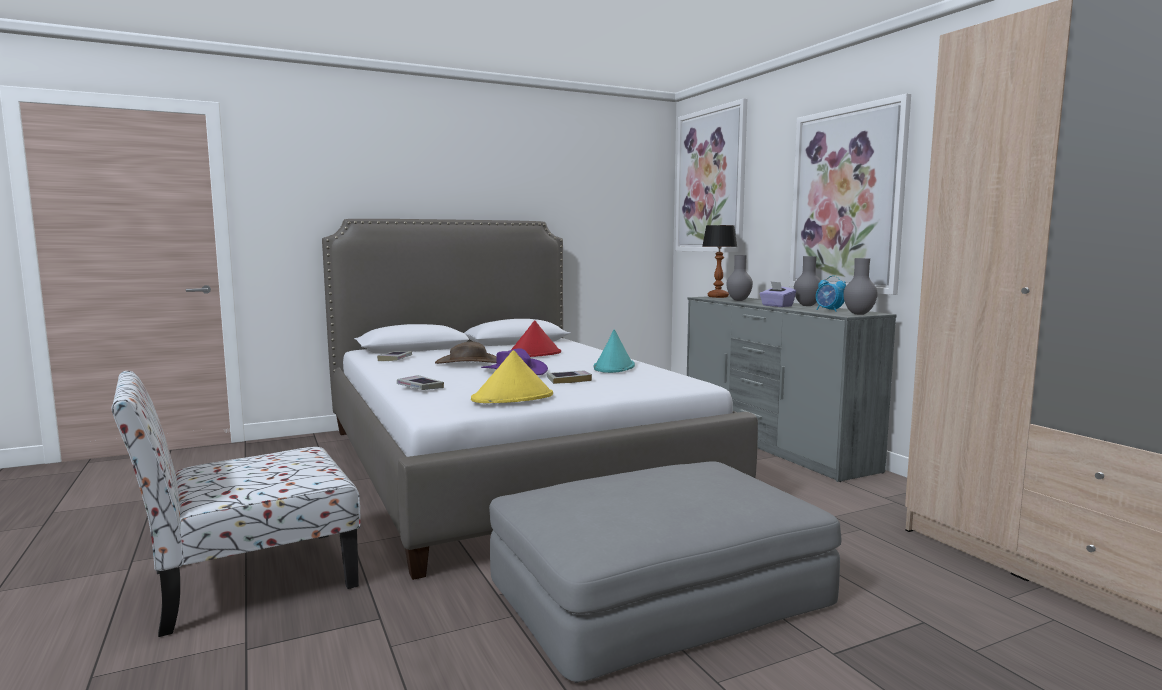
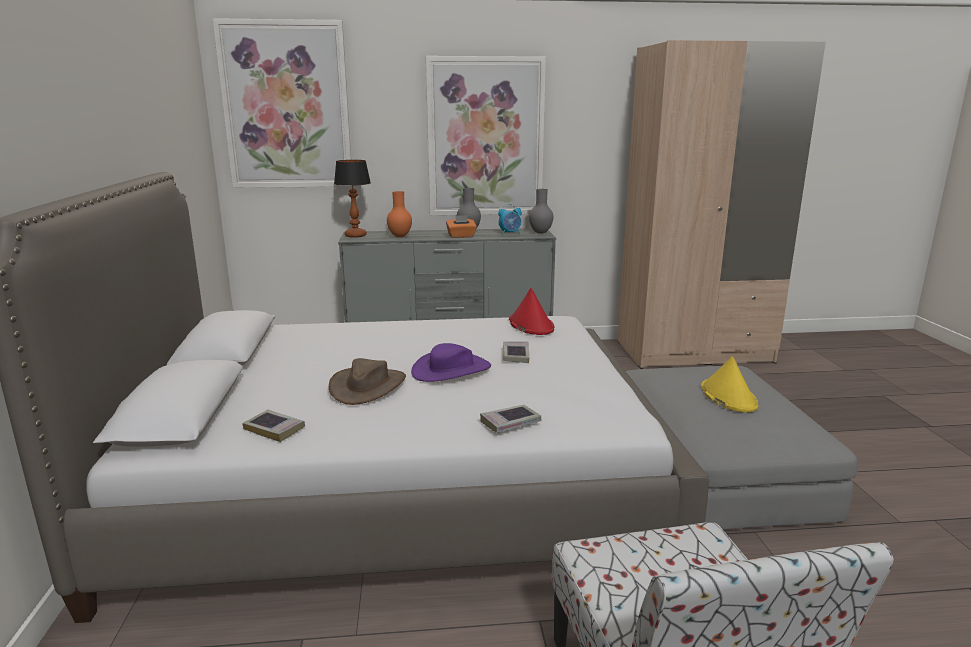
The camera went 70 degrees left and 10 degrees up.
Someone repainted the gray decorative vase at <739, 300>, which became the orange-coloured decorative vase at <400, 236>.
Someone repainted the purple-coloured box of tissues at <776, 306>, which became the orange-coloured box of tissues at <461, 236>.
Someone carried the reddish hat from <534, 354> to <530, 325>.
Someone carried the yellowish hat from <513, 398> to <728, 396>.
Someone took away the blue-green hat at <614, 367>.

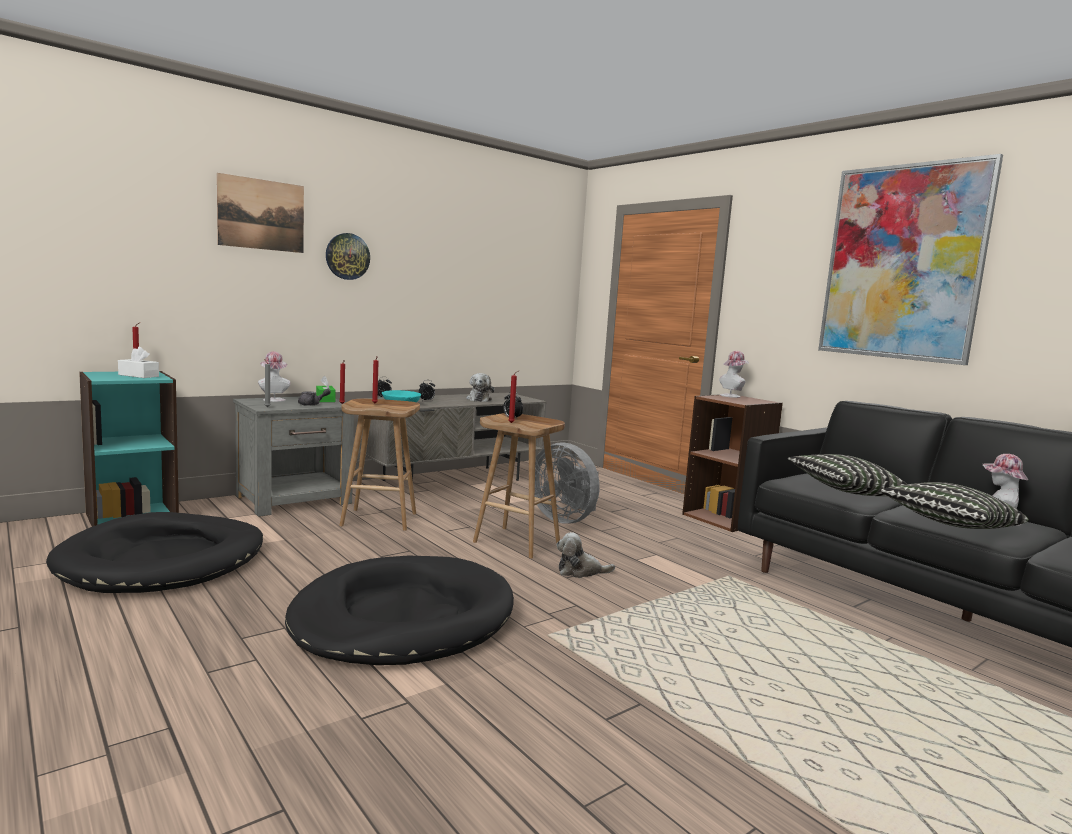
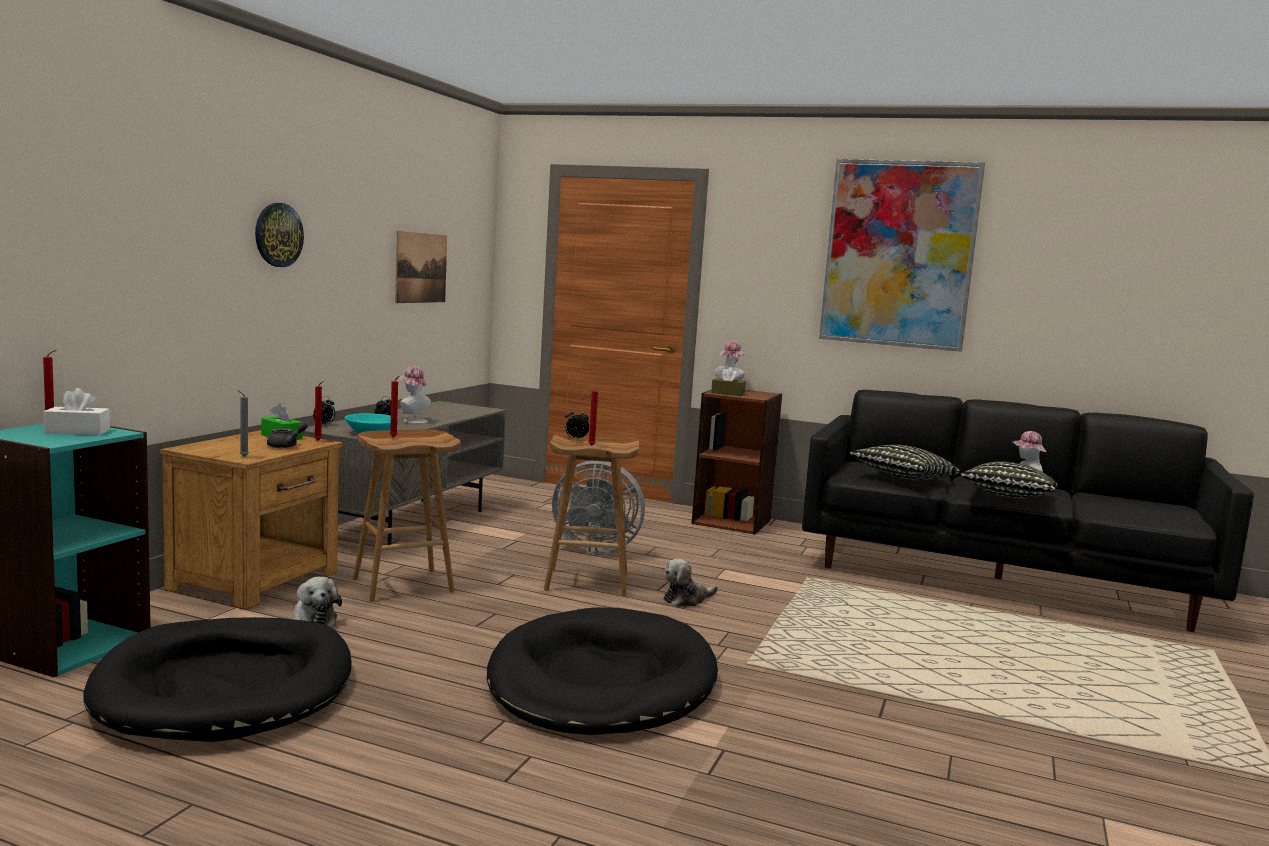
The camera went 30 degrees left and 0 degrees up.
Someone repainted the gray night table at <296, 500>, which became the brown-coloured night table at <257, 580>.
Someone carried the soft toy from <479, 399> to <313, 620>.
Someone carried the wall picture from <261, 214> to <421, 268>.
Someone carried the hat from <273, 399> to <412, 421>.
Someone put down the brown-coloured box of tissues at <728, 393>.

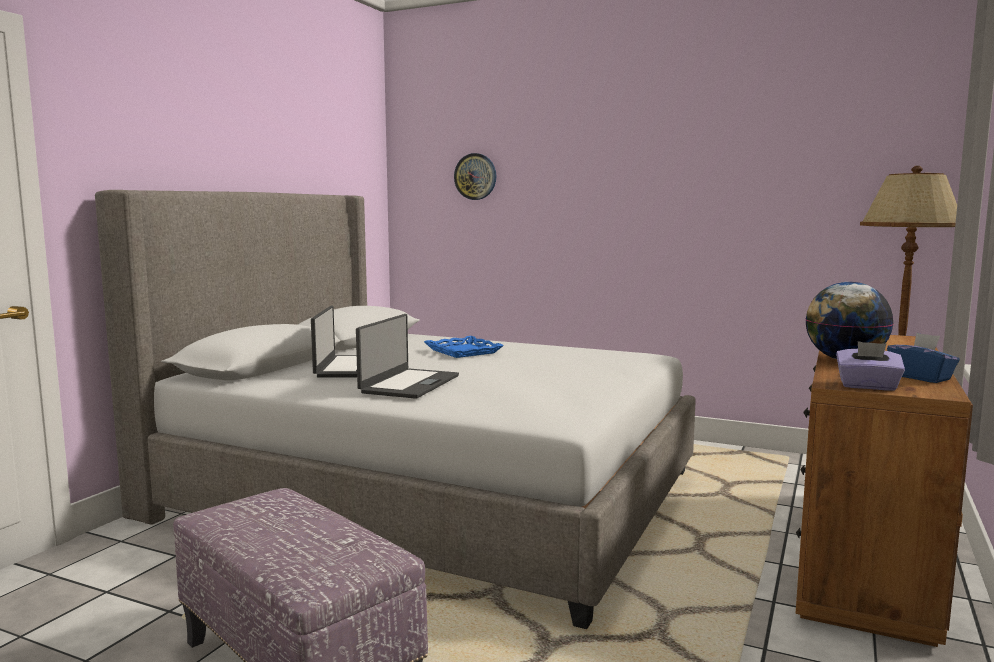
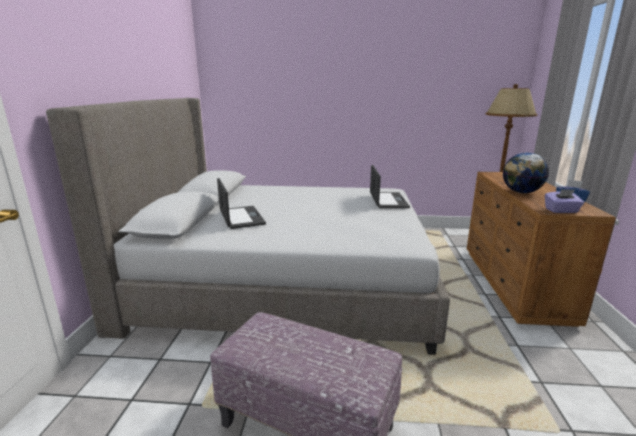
The camera went 20 degrees left and 10 degrees up.
Someone carried the portable computer from <409, 384> to <387, 201>.
Someone took away the bluish serving tray at <463, 351>.
Someone took away the clock on the wall at <475, 176>.

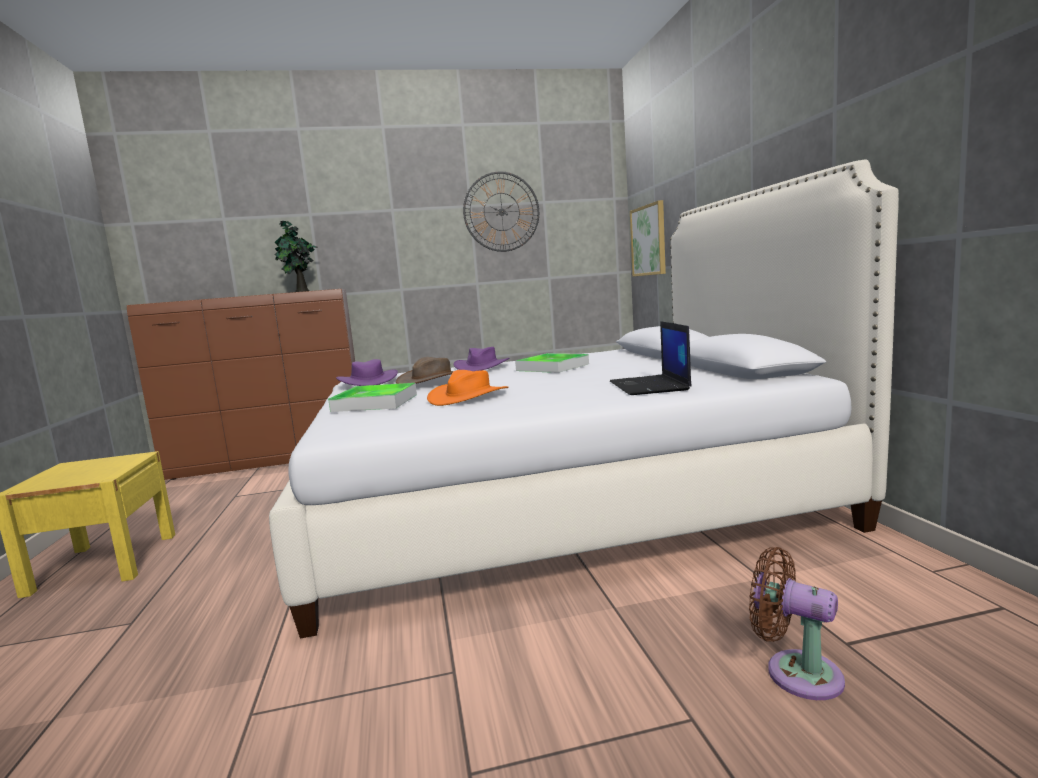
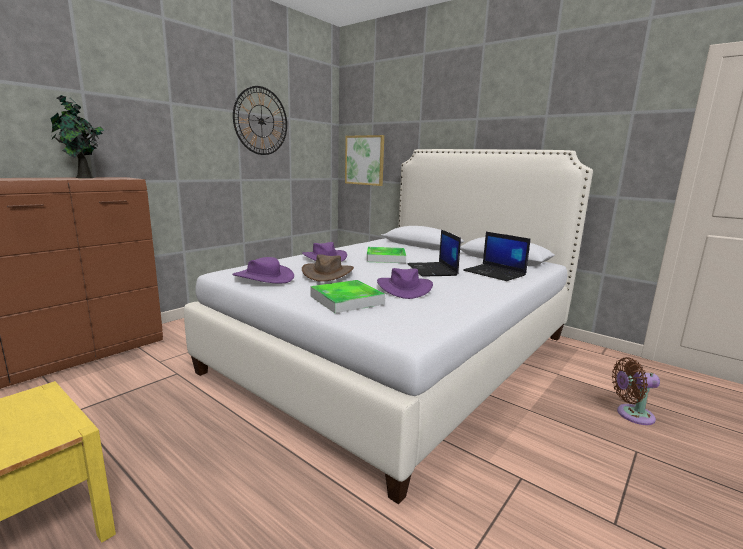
The camera went 40 degrees left and 5 degrees up.
Someone repainted the orange-coloured hat at <468, 396>, which became the purple-coloured hat at <404, 288>.
Someone put down the portable computer at <432, 270>.

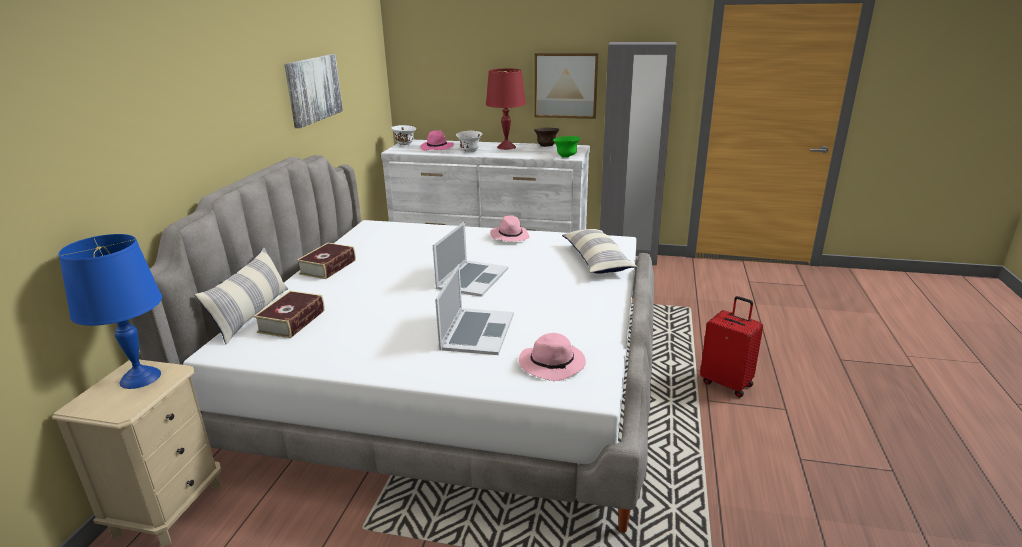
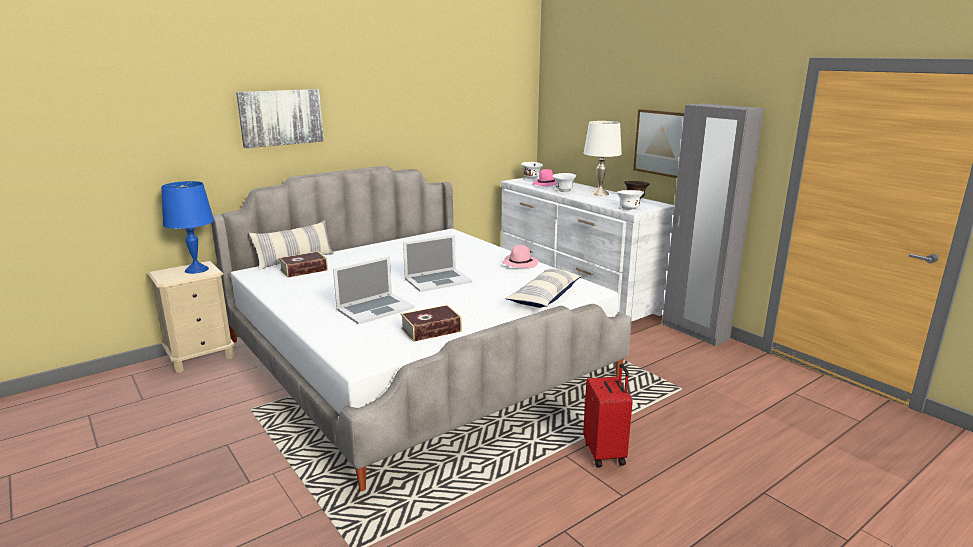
The camera went 40 degrees right and 5 degrees down.
Someone carried the wall picture from <313, 89> to <281, 117>.
Someone carried the volume from <328, 267> to <431, 330>.
Someone repainted the reddish lamp for a table at <506, 147>, which became the white-coloured lamp for a table at <599, 193>.
Someone repainted the green-coloured bowl at <566, 156>, which became the white-coloured bowl at <628, 209>.
Someone took away the pinkish hat at <553, 364>.

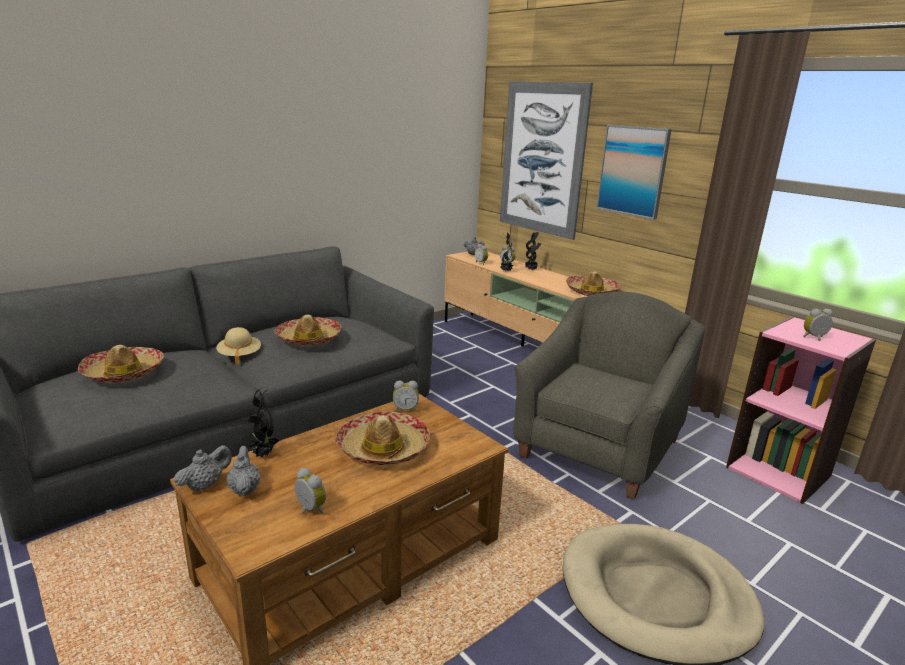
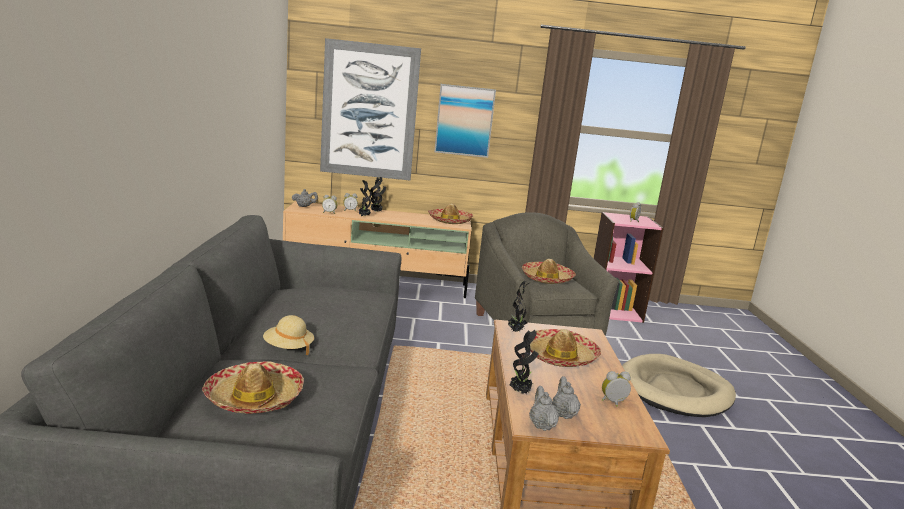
The camera went 50 degrees left and 5 degrees down.
Someone swapped the table clock at <405, 409> for the plant in a pot at <515, 331>.
Someone carried the hat from <309, 338> to <547, 279>.
Someone rotated the gray pot for tea at <244, 489> by 60 degrees clockwise.

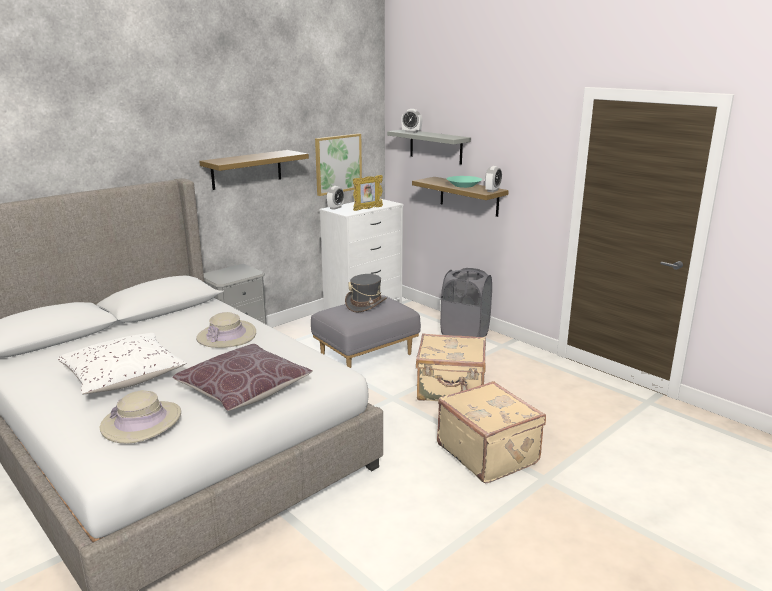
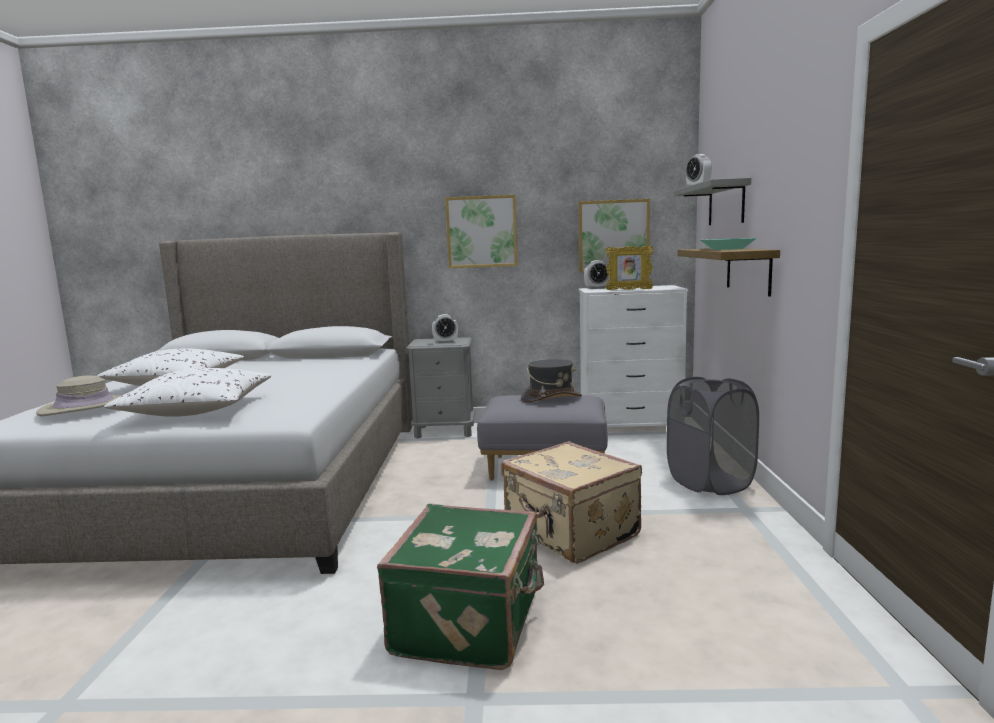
The camera went 45 degrees right and 10 degrees down.
Someone repainted the brown-coloured pillow at <244, 390>, which became the white-coloured pillow at <197, 410>.
Someone repainted the sand-coloured suitcase at <488, 453>, which became the green-coloured suitcase at <470, 622>.
Someone carried the table clock from <492, 191> to <445, 342>.
Someone swapped the shelf at <246, 169> for the wall picture at <481, 232>.
Someone took away the sand-coloured hat at <226, 336>.

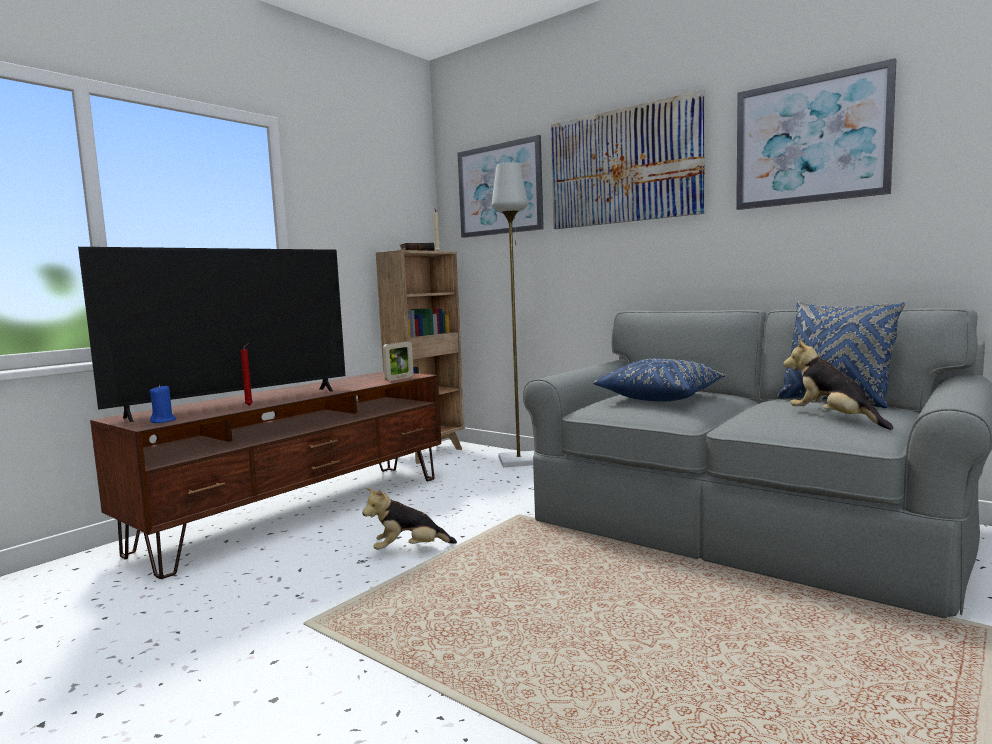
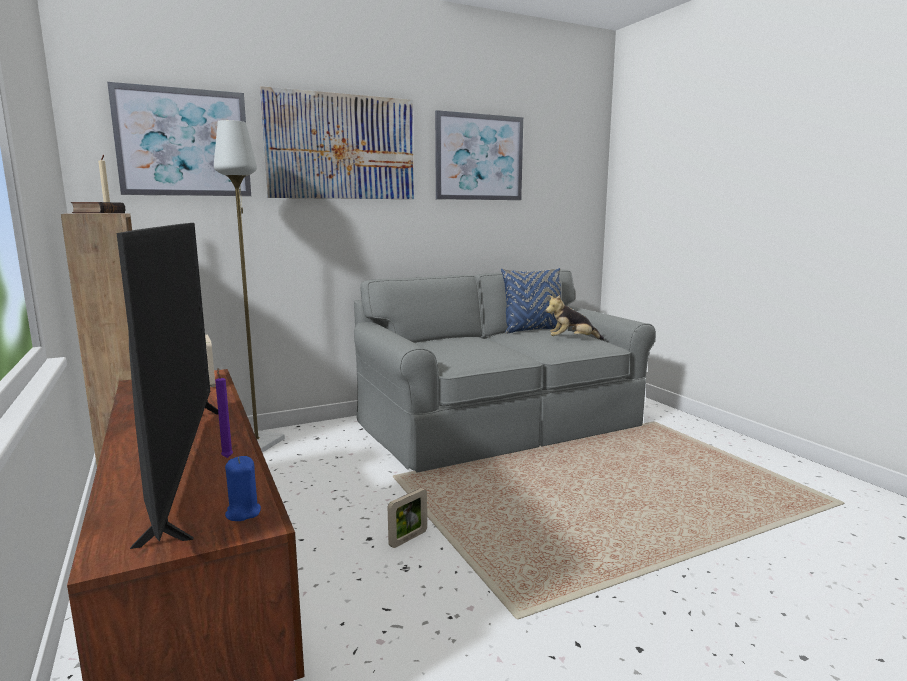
The camera went 65 degrees left and 5 degrees up.
Someone repainted the reddish wax light at <250, 405>, which became the purple-coloured wax light at <227, 457>.
Someone swapped the soft toy at <409, 550> for the picture frame at <408, 539>.
Someone took away the bluish pillow at <660, 397>.

